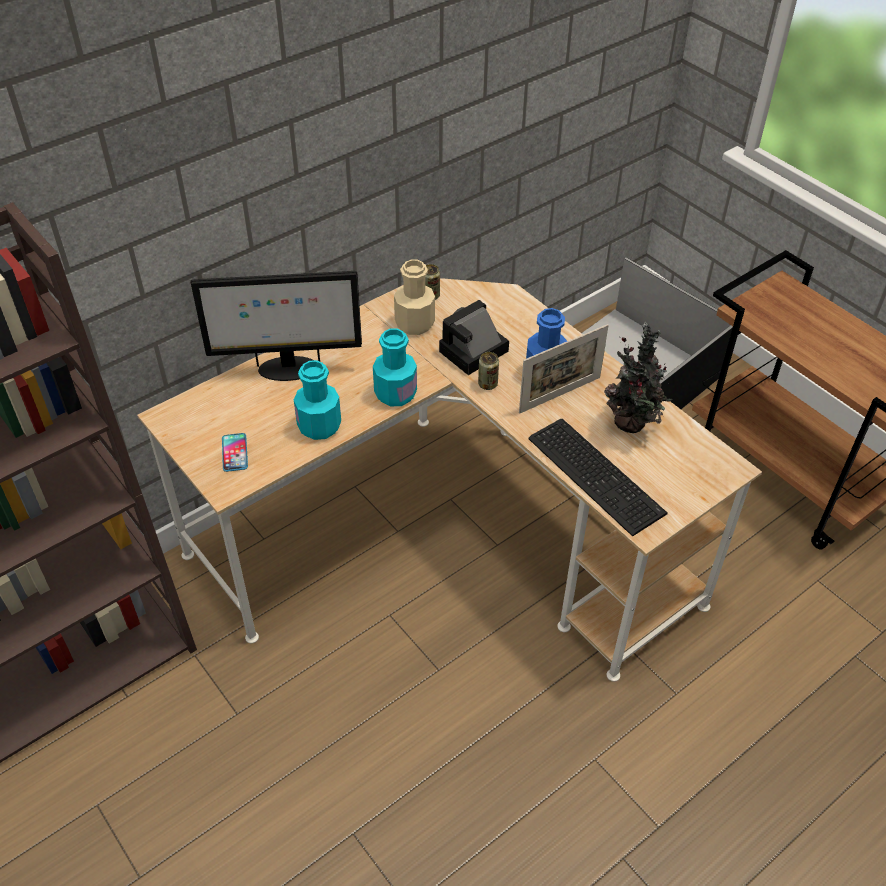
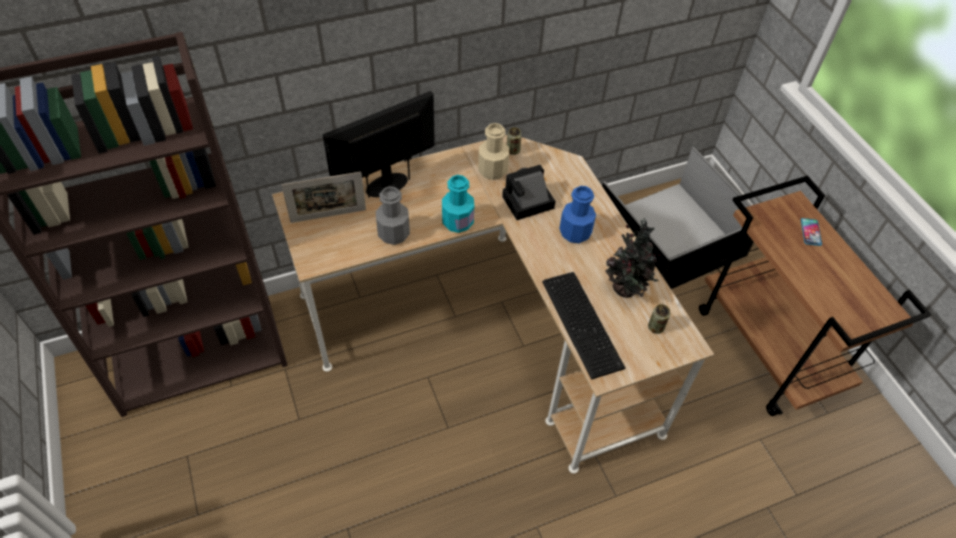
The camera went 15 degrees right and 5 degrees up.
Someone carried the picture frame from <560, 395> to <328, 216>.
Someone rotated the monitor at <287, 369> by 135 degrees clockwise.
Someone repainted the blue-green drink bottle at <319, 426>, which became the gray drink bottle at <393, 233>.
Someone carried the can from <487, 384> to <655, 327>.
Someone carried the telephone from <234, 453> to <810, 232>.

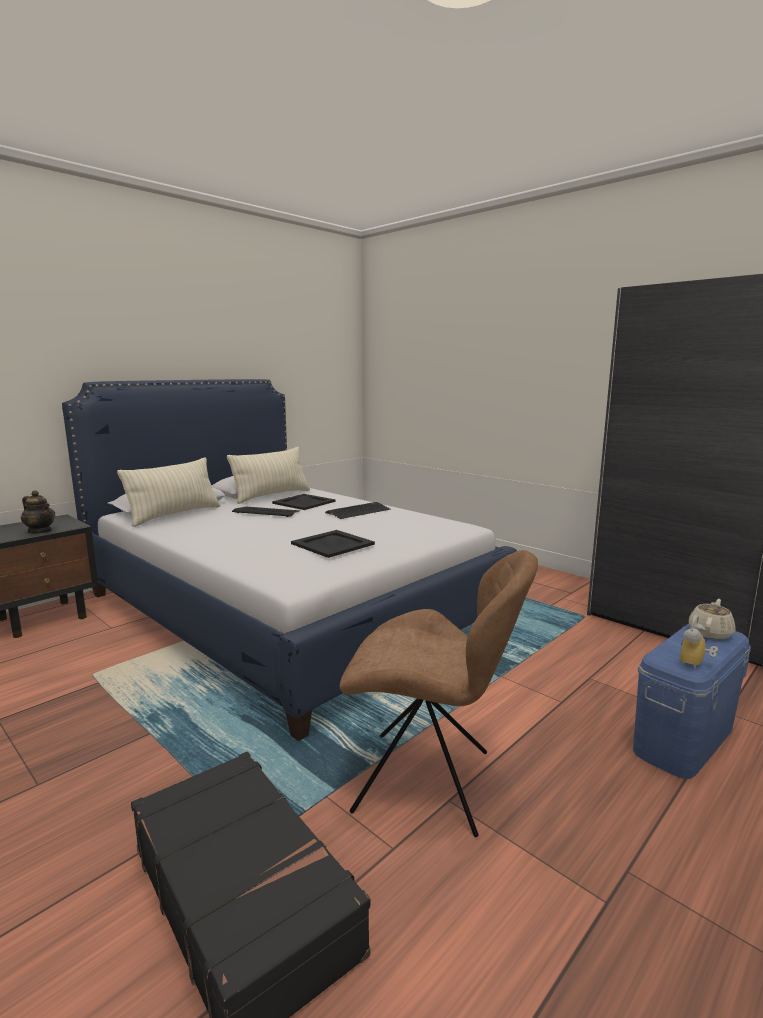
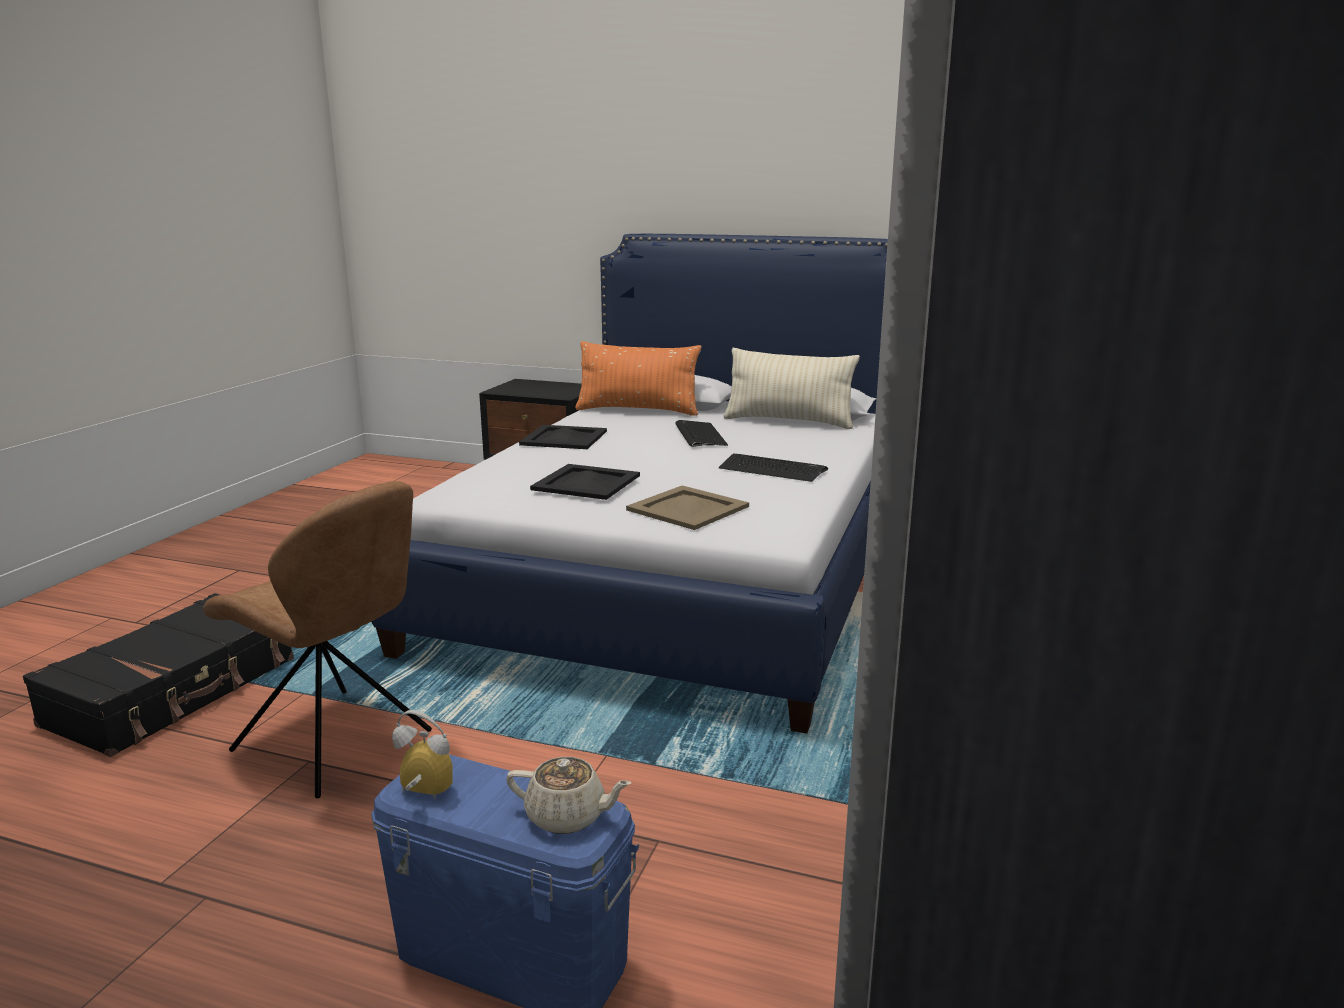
The camera went 65 degrees right and 5 degrees up.
Someone rotated the brown-coloured plain chair at <429, 782> by 45 degrees counterclockwise.
Someone carried the black-coloured serving tray from <304, 502> to <565, 438>.
Someone repainted the sand-coloured pillow at <175, 515>, which became the orange-coloured pillow at <638, 411>.
Someone put down the sand-coloured serving tray at <688, 509>.
Someone took away the pot for tea at <40, 531>.

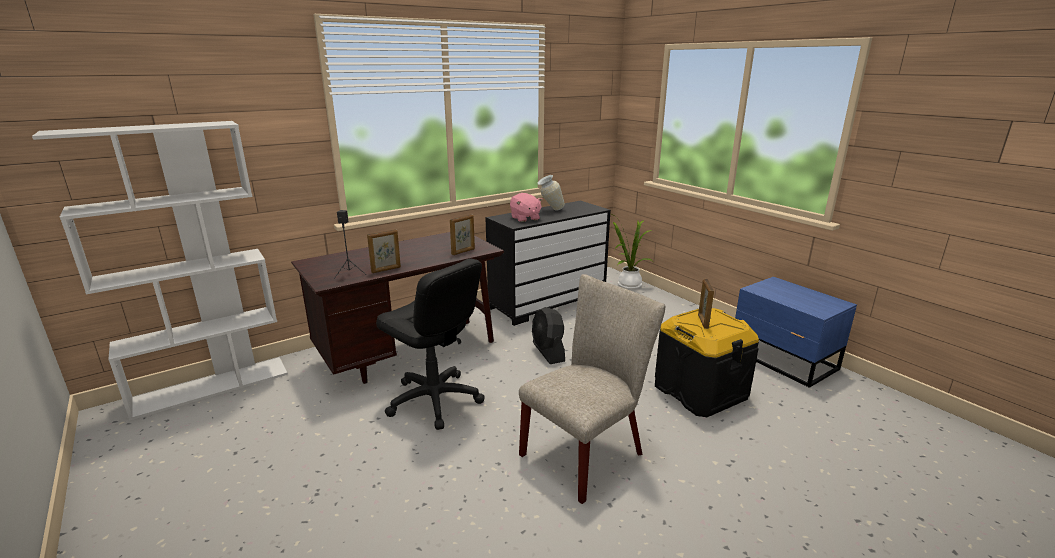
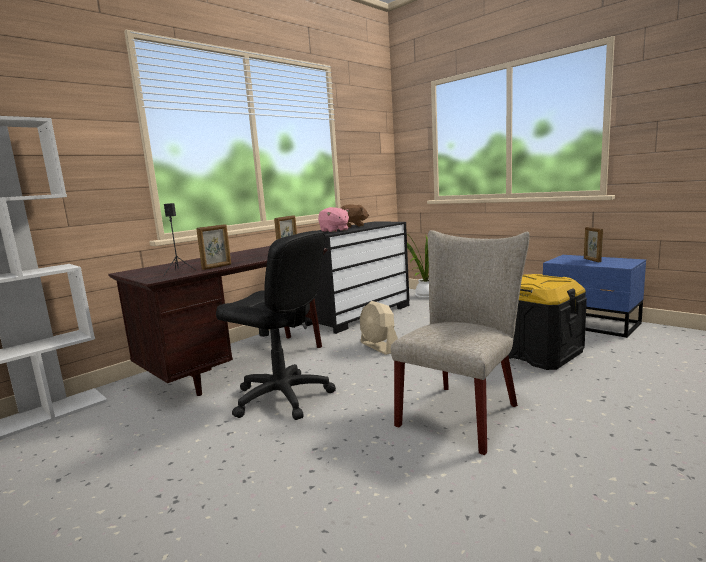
The camera went 10 degrees left and 10 degrees down.
Someone swapped the decorative vase at <550, 210> for the brown-coloured soft toy at <353, 226>.
Someone repainted the black-coloured cooling fan at <548, 352>, which became the sand-coloured cooling fan at <379, 347>.
Someone carried the picture frame from <703, 321> to <592, 260>.

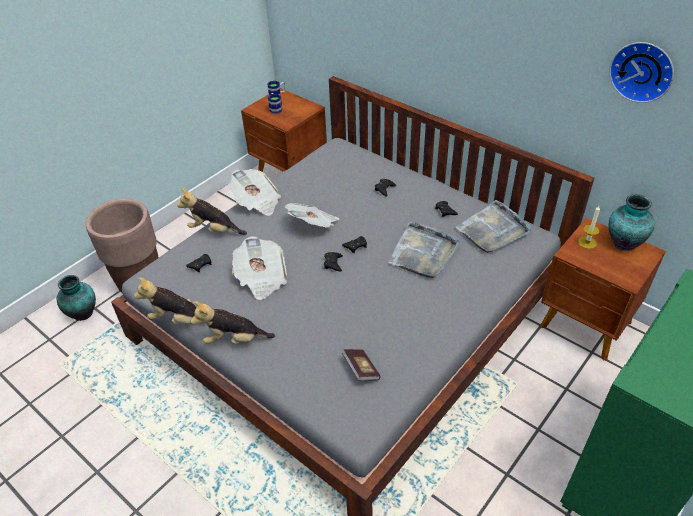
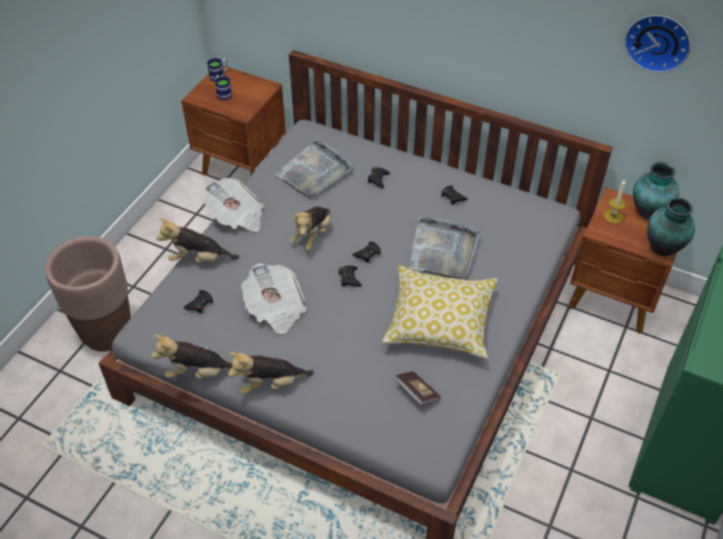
The camera went 15 degrees left and 5 degrees up.
Someone carried the gray serving tray from <493, 230> to <314, 172>.
Someone swapped the daily paper at <314, 225> for the soft toy at <312, 236>.
Someone put down the pillow at <440, 322>.
Someone carried the decorative vase from <83, 314> to <664, 247>.

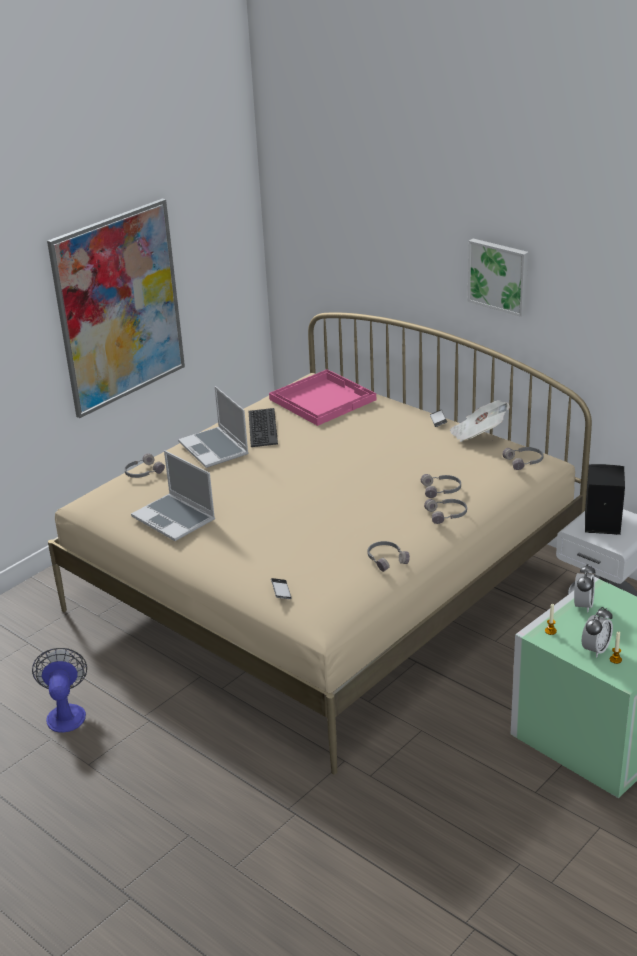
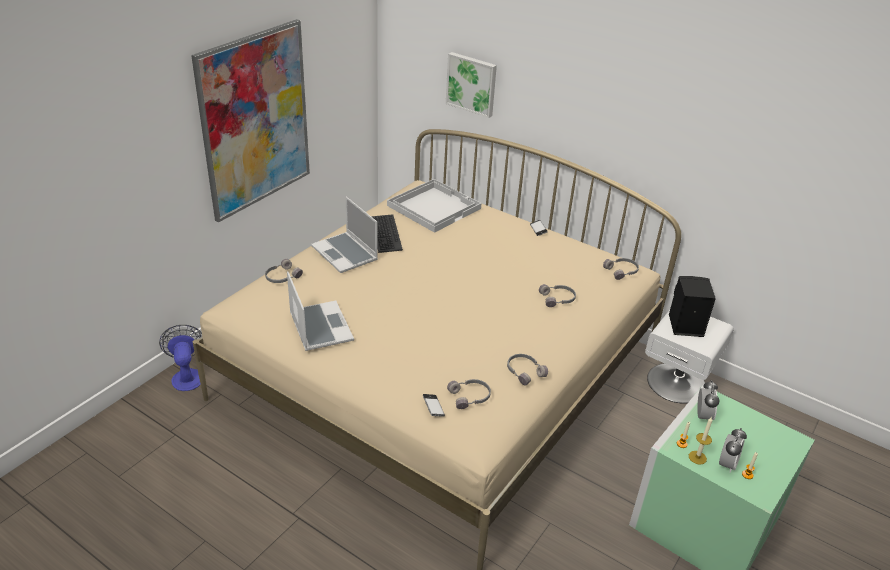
The camera went 10 degrees left and 5 degrees up.
Someone carried the cooling fan from <66, 713> to <187, 375>.
Someone rotated the portable computer at <175, 519> by 150 degrees counterclockwise.
Someone repainted the pinkish serving tray at <322, 399>, which became the white-coloured serving tray at <434, 206>.
Someone carried the wall picture from <499, 276> to <472, 84>.
Someone carried the gray headset from <447, 515> to <470, 397>.
Someone put down the wax light at <697, 457>.
Someone took away the daily paper at <478, 434>.

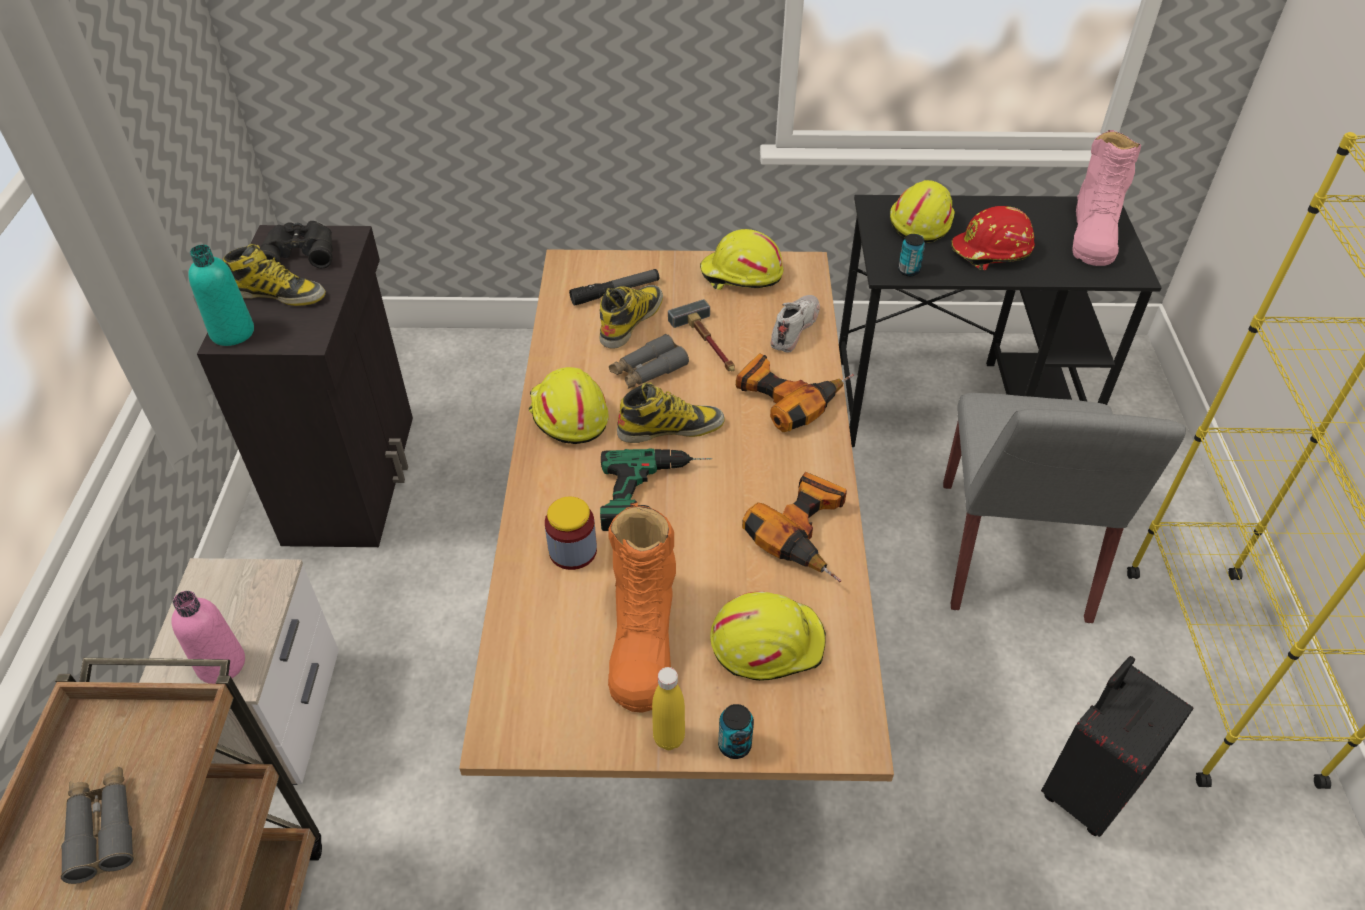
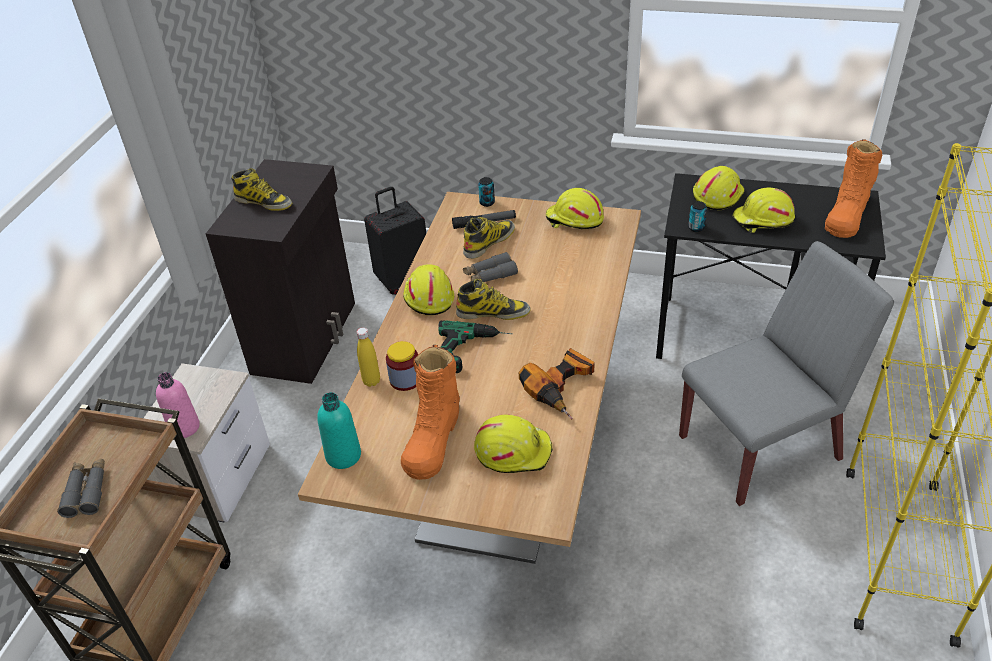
The camera went 15 degrees right and 5 degrees down.
Someone carried the blue-green drink bottle from <232, 332> to <343, 456>.
Someone carried the yellowish drink bottle from <669, 738> to <371, 381>.
Someone carried the black-coloured suitcase from <1087, 789> to <403, 280>.
Someone carried the can from <734, 745> to <487, 203>.
Someone rotated the gray plain chair at <1013, 552> by 135 degrees counterclockwise.
Someone repainted the reddish work helmet at <991, 252>, which became the yellowish work helmet at <762, 221>.
Someone repainted the pinkish boot at <1093, 233>, which became the orange-coloured boot at <847, 214>.
Someone took away the black-coloured binoculars at <300, 251>.
Someone took away the hammer at <708, 344>.
Someone took away the electric drill at <788, 396>.
Someone took away the white-coloured low shoe at <794, 328>.

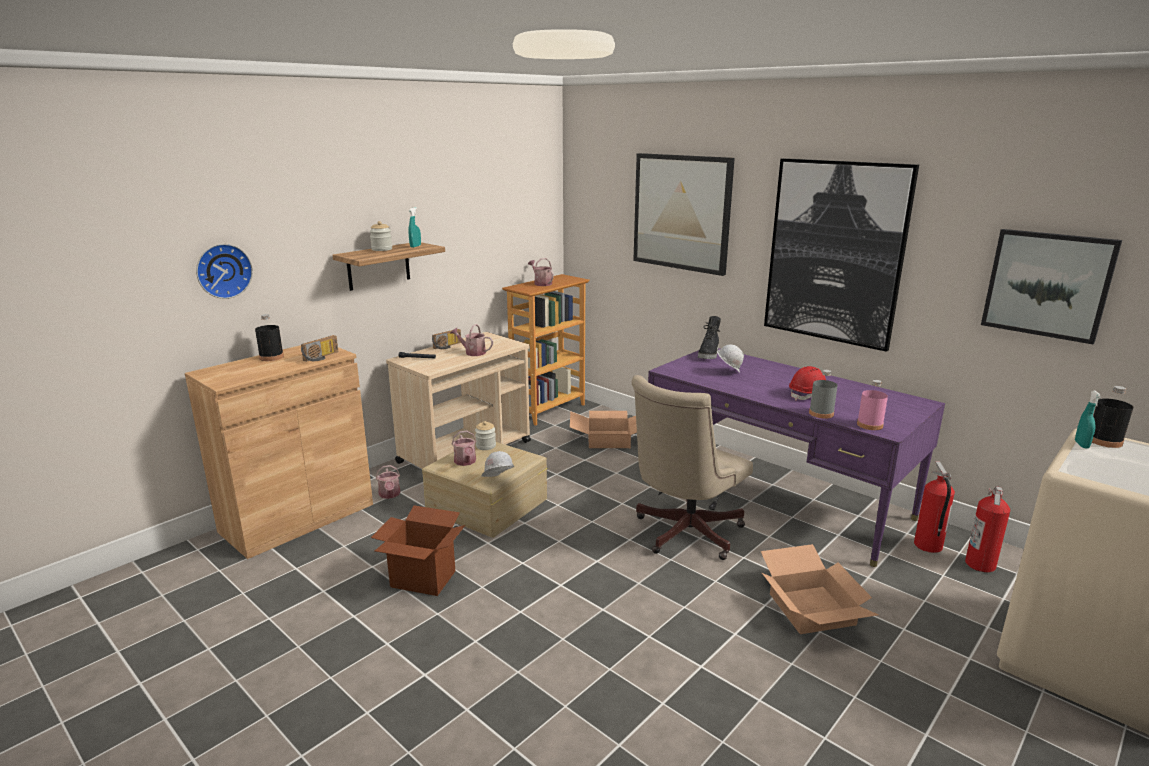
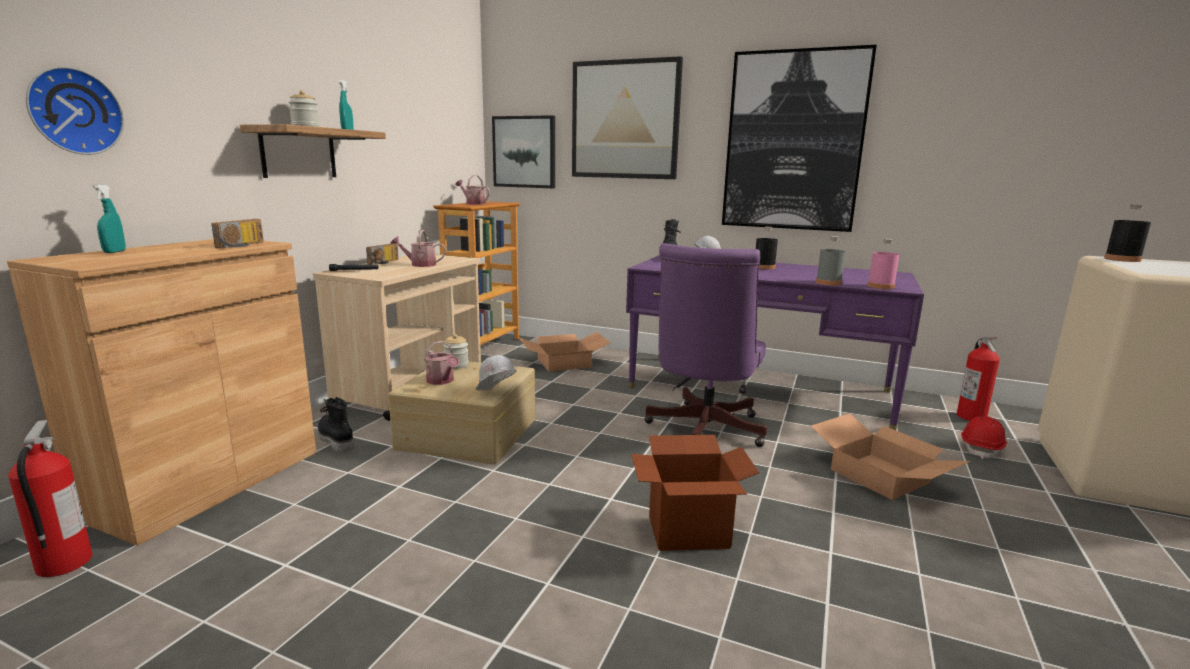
The camera went 20 degrees left and 5 degrees down.
Someone carried the fire-fighting cylinder from <927, 546> to <63, 564>.
Someone carried the blue-green spray bottle from <1081, 445> to <114, 252>.
Someone swapped the sprinkling can at <389, 495> for the black-coloured boot at <335, 440>.
Someone carried the wall picture from <1047, 284> to <524, 152>.
Someone carried the cardboard box from <422, 579> to <688, 532>.
Someone repainted the sand-coloured computer chair at <683, 534>, which became the purple-coloured computer chair at <702, 430>.
Someone carried the black-coloured drink bottle from <271, 357> to <764, 267>.
Someone carried the reddish work helmet from <808, 395> to <981, 448>.

